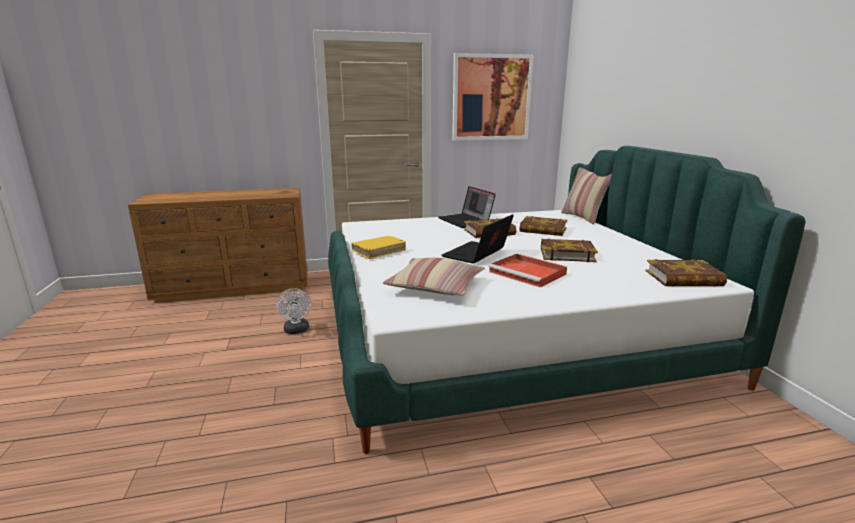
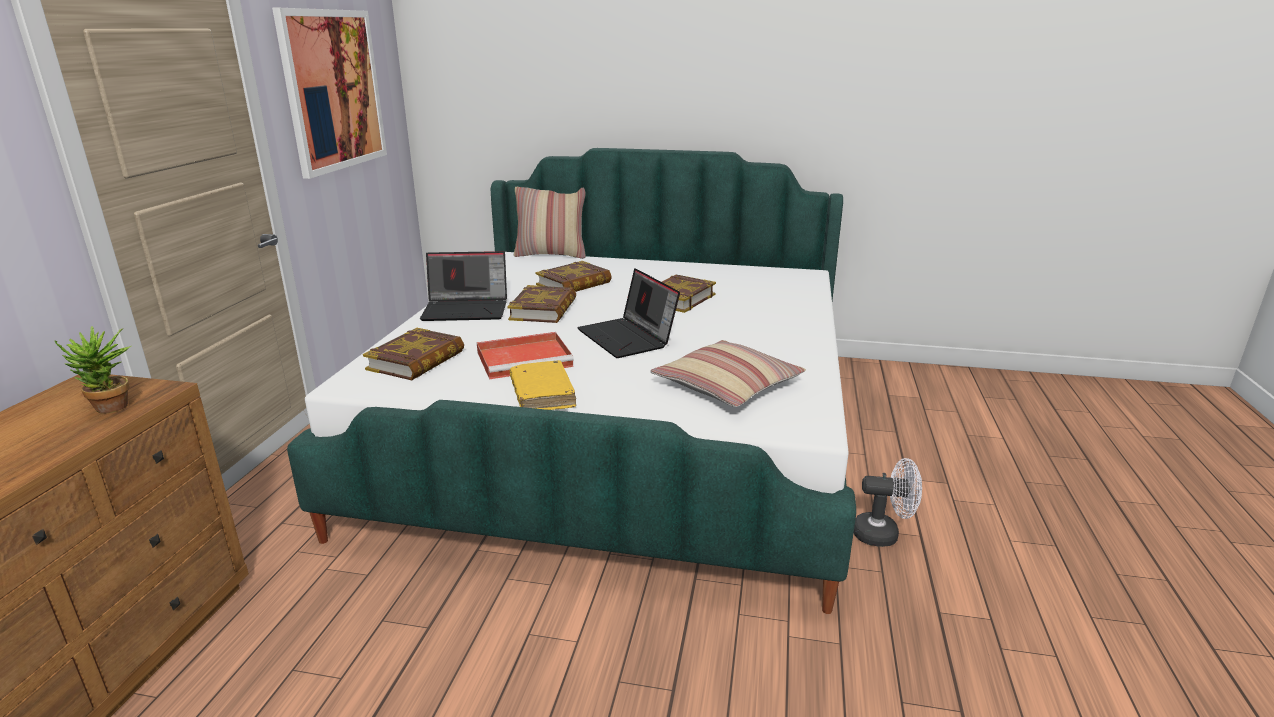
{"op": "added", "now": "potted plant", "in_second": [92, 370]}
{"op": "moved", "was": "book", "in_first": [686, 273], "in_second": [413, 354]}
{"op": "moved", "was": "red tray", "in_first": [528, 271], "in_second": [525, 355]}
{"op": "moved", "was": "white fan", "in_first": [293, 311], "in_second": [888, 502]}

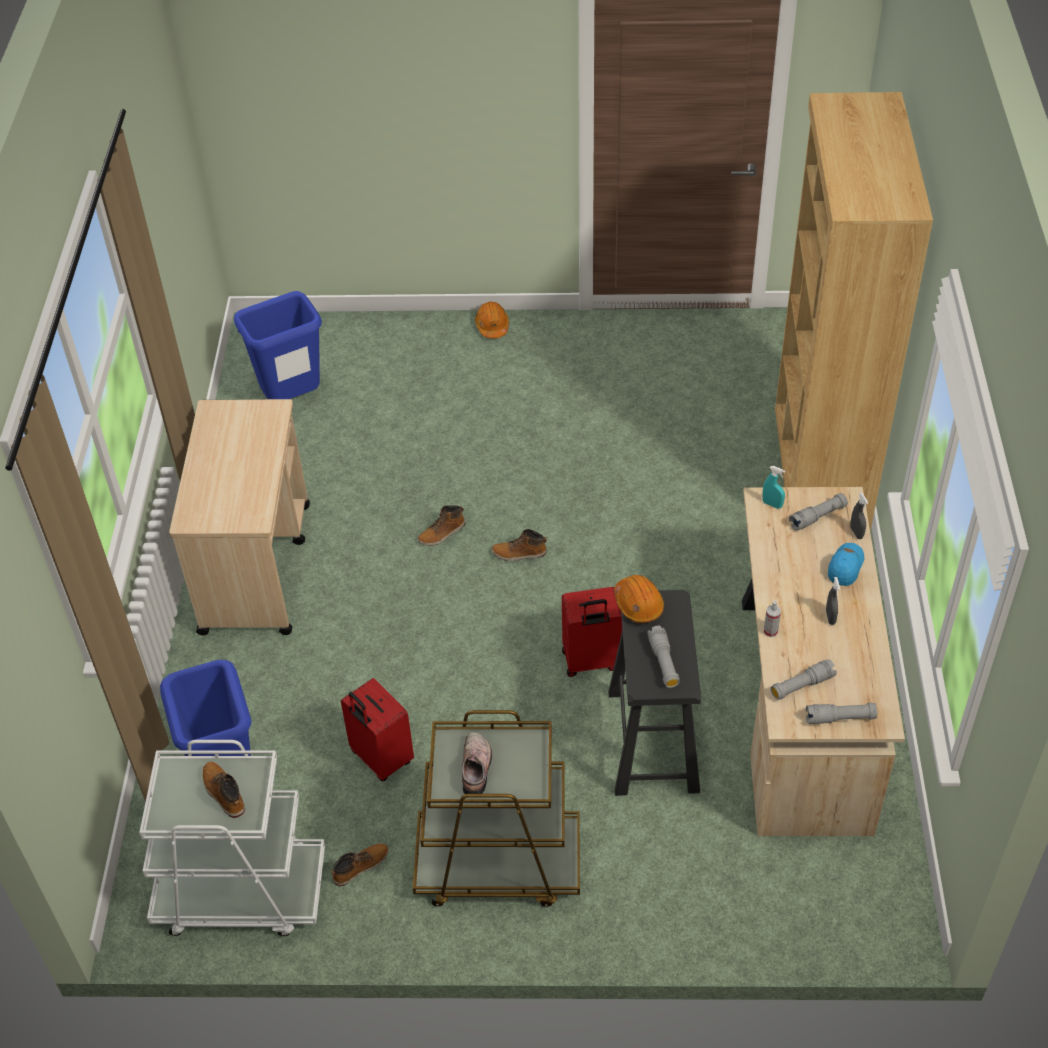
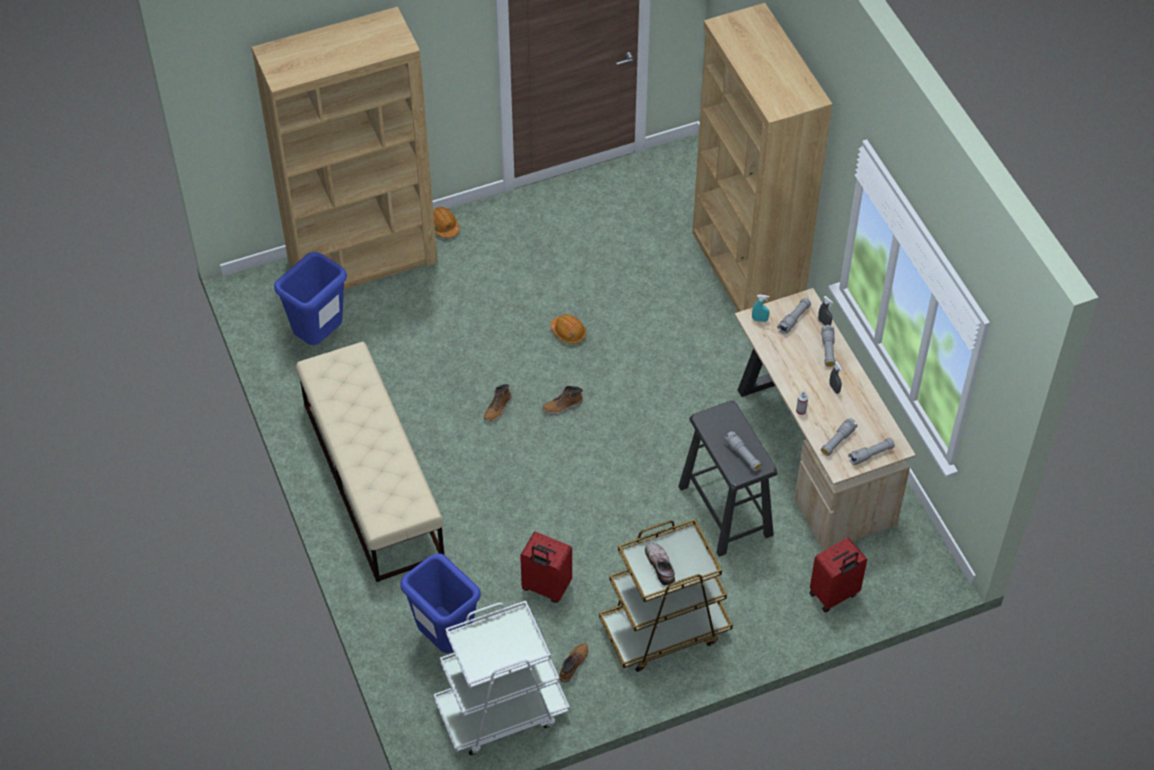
{"op": "added", "now": "brown bookcase", "in_second": [345, 148]}
{"op": "replaced", "was": "beige cart", "now": "beige bench", "in_first": [239, 517], "in_second": [370, 462]}
{"op": "moved", "was": "orange hard hat", "in_first": [639, 599], "in_second": [568, 329]}
{"op": "moved", "was": "red suitcase", "in_first": [592, 632], "in_second": [838, 575]}
{"op": "replaced", "was": "blue cap", "now": "grey flashlight", "in_first": [846, 564], "in_second": [828, 346]}
{"op": "removed", "was": "boot", "in_first": [223, 790]}

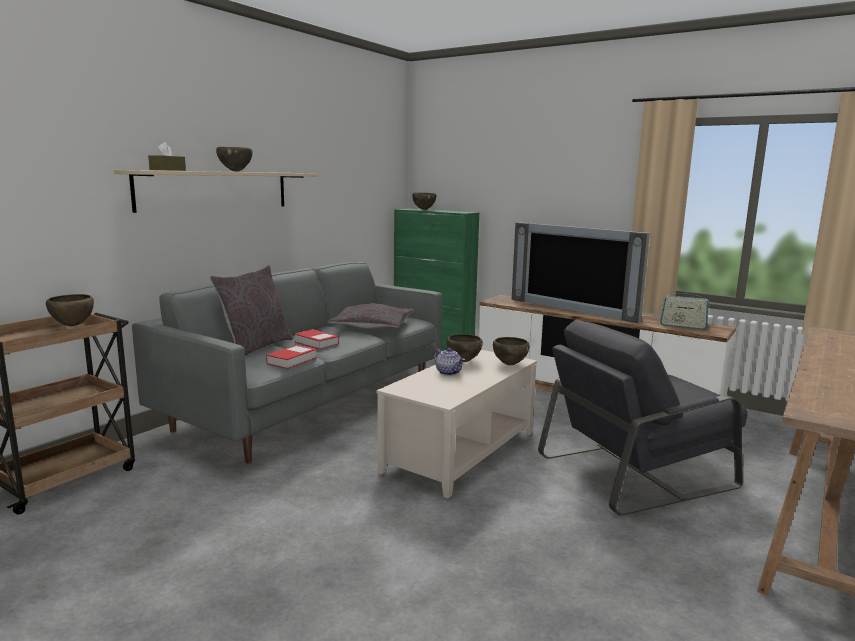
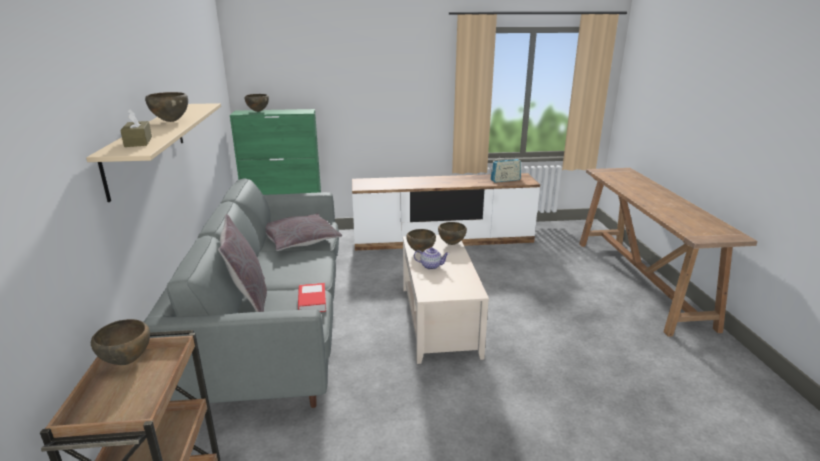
{"op": "removed", "was": "book", "in_first": [316, 339]}
{"op": "removed", "was": "television", "in_first": [581, 272]}
{"op": "removed", "was": "grey armchair", "in_first": [643, 417]}

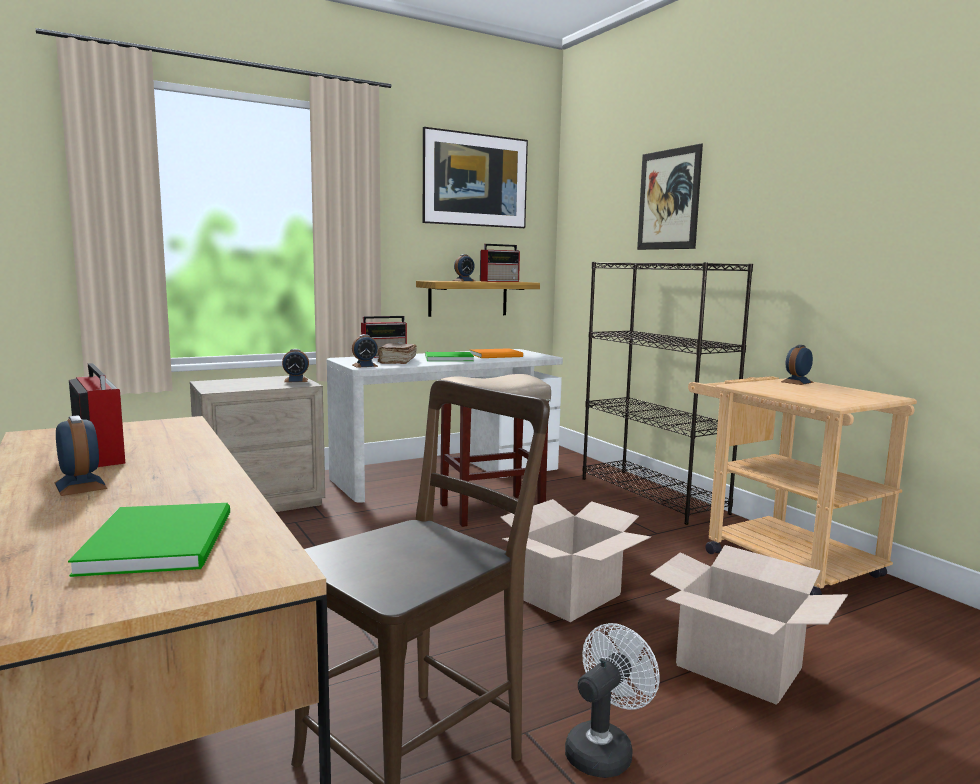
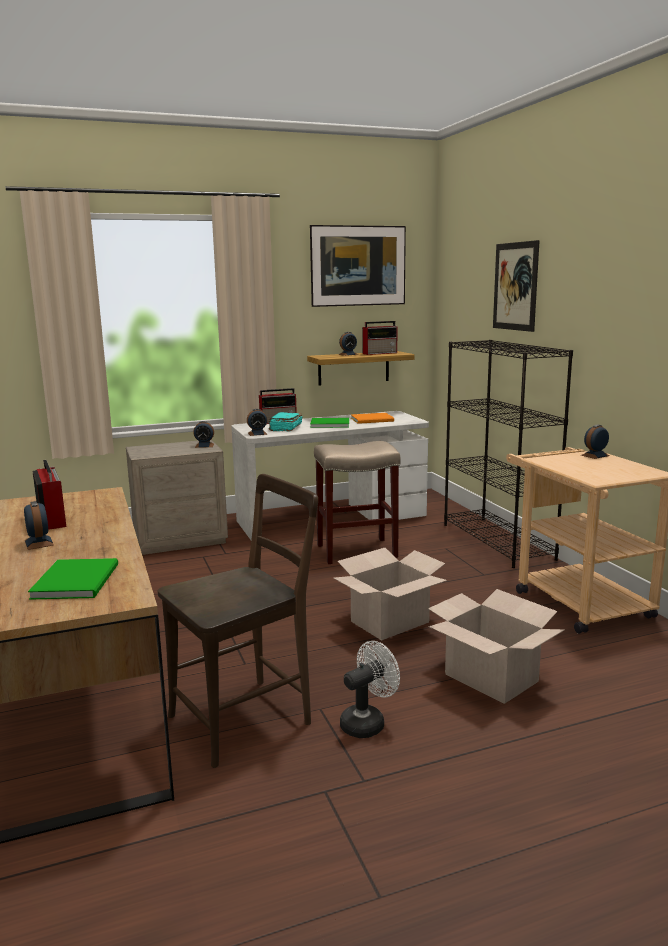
{"op": "recoloured", "was": "brown book", "now": "turquoise book", "in_first": [397, 353], "in_second": [285, 422]}

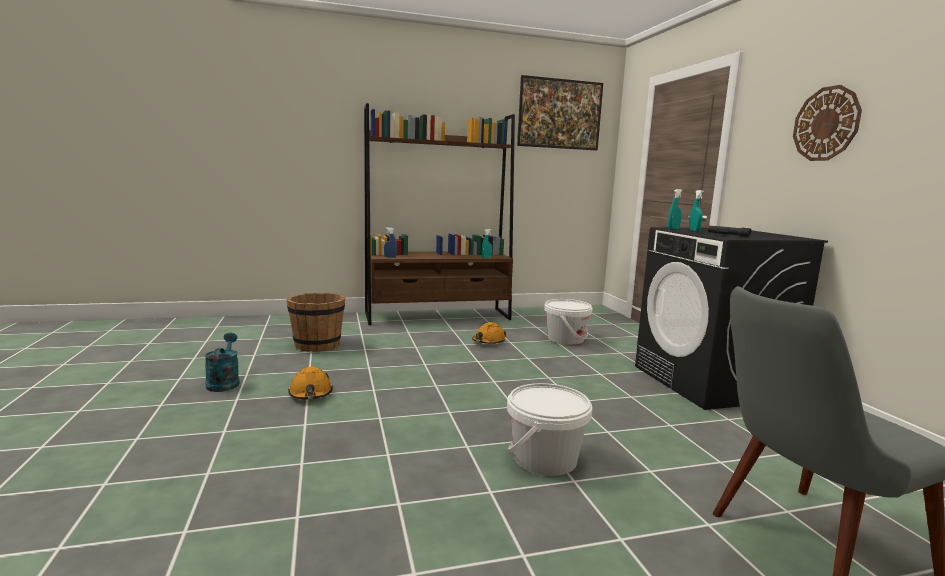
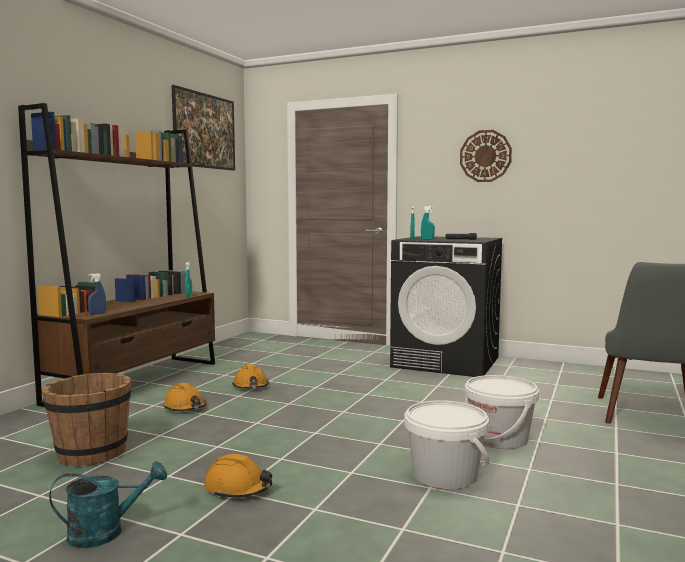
{"op": "turned", "was": "turquoise watering can", "in_first": [222, 362], "in_second": [108, 504], "clockwise": 135}
{"op": "added", "now": "orange hard hat", "in_second": [185, 397]}
{"op": "moved", "was": "white bucket", "in_first": [568, 322], "in_second": [447, 445]}

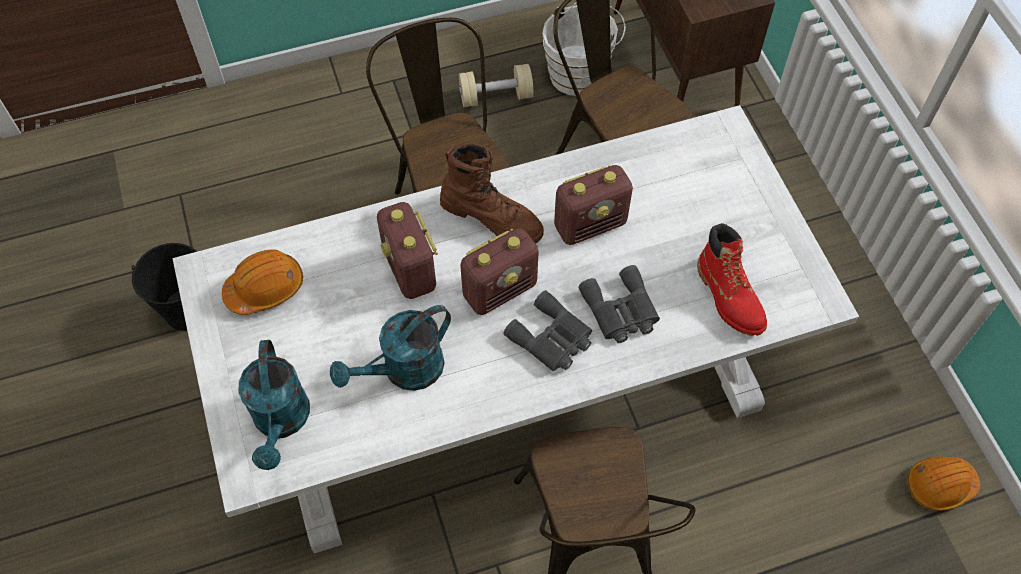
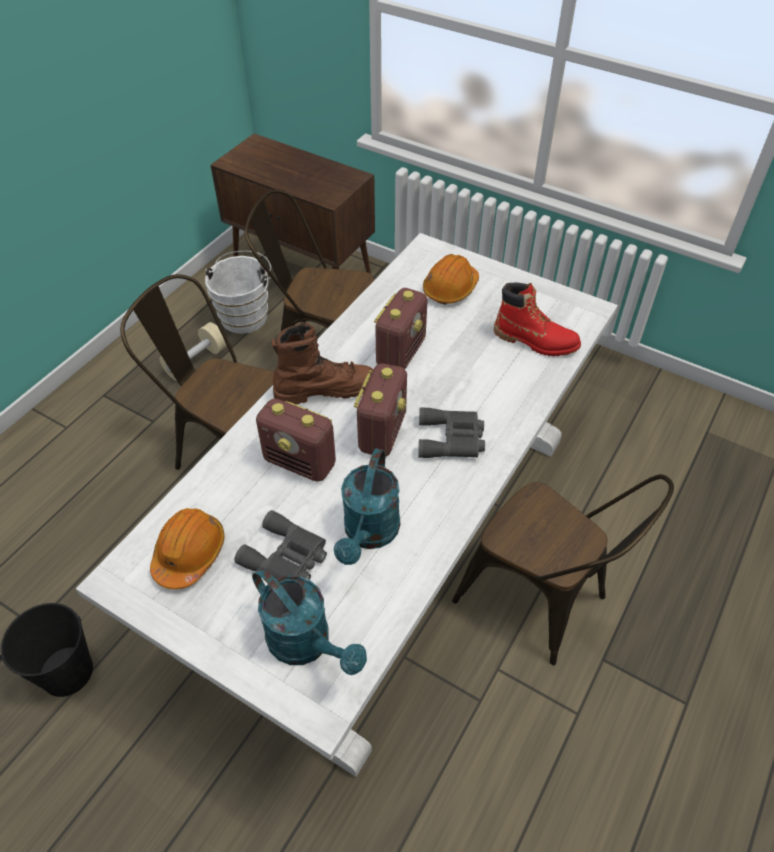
{"op": "moved", "was": "grey binoculars", "in_first": [619, 304], "in_second": [280, 545]}
{"op": "moved", "was": "orange hard hat", "in_first": [943, 483], "in_second": [451, 279]}

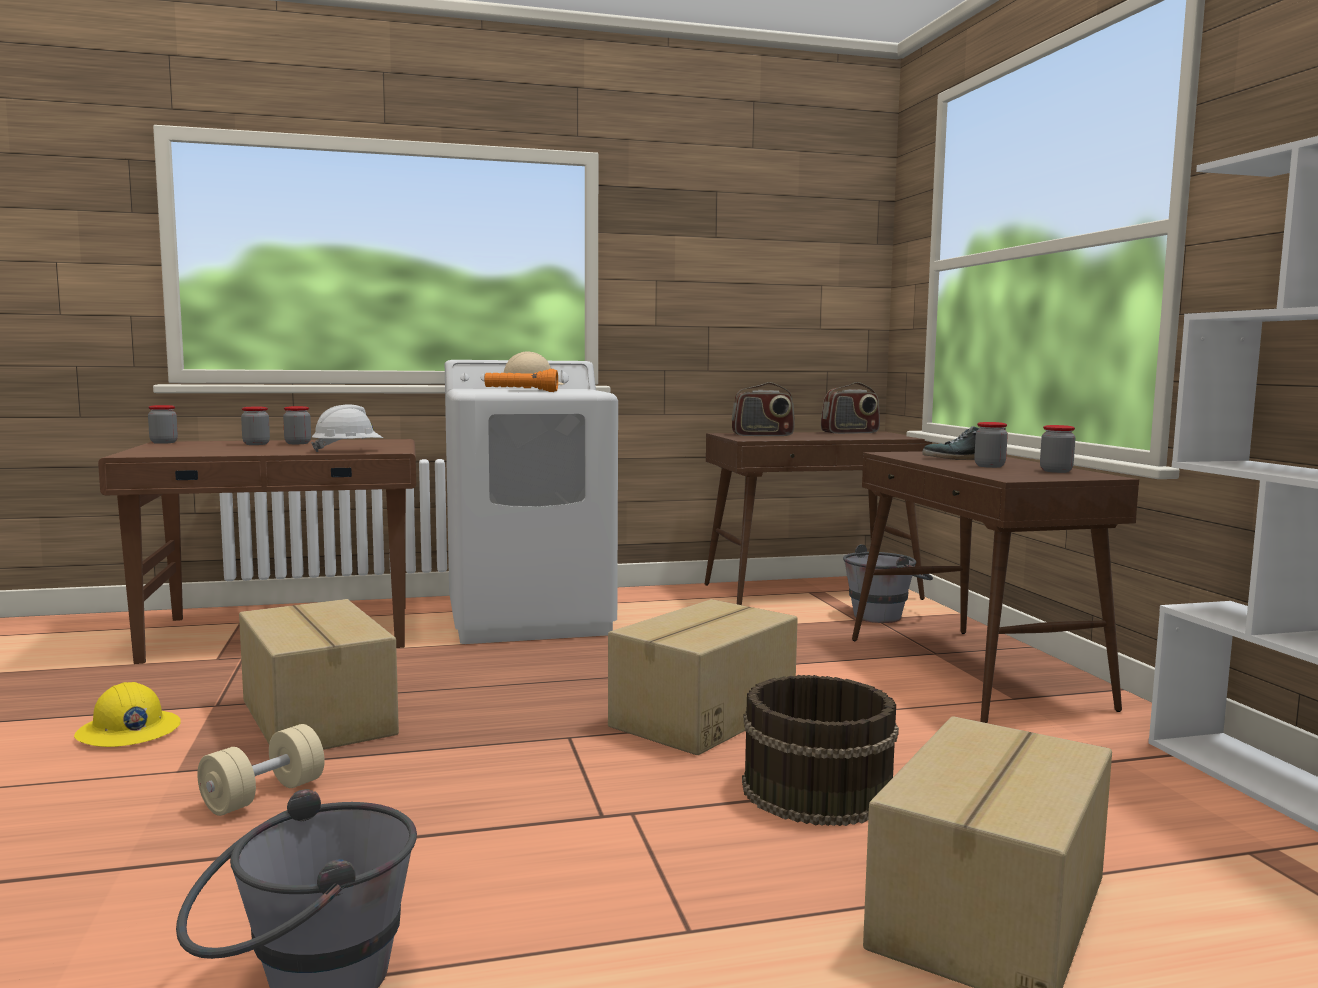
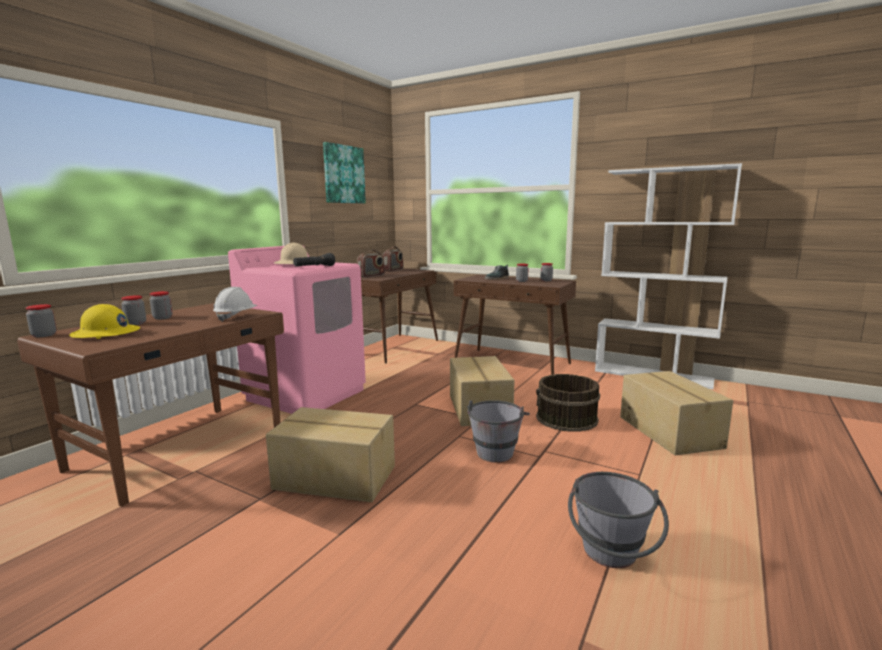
{"op": "moved", "was": "yellow hard hat", "in_first": [127, 714], "in_second": [104, 321]}
{"op": "recoloured", "was": "white washing machine", "now": "pink washing machine", "in_first": [531, 502], "in_second": [297, 329]}
{"op": "recoloured", "was": "orange flashlight", "now": "black flashlight", "in_first": [521, 380], "in_second": [314, 259]}
{"op": "added", "now": "picture", "in_second": [344, 172]}
{"op": "moved", "was": "grey bucket", "in_first": [888, 583], "in_second": [498, 431]}
{"op": "removed", "was": "beige dumbbell", "in_first": [261, 770]}

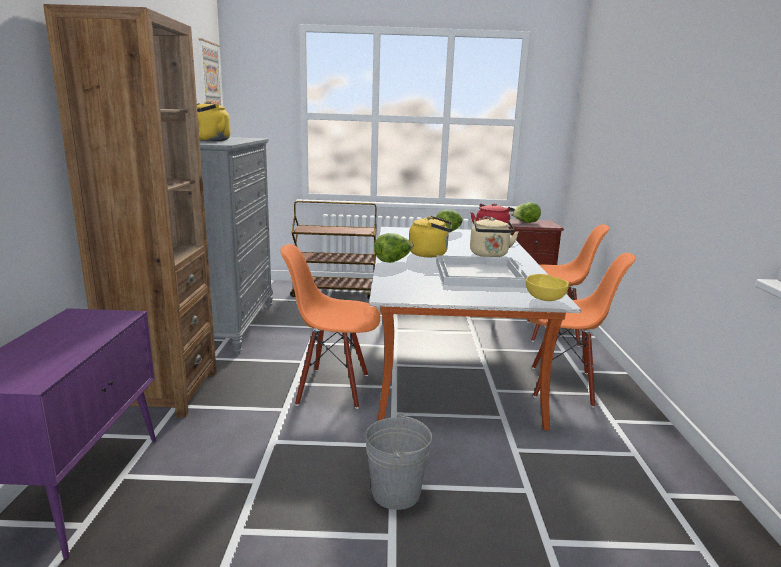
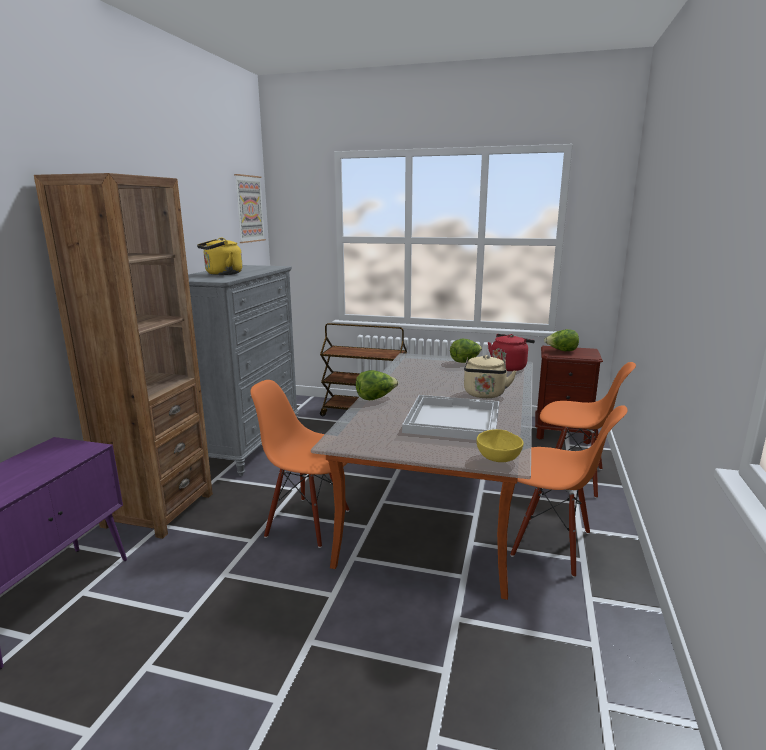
{"op": "removed", "was": "grey bucket", "in_first": [399, 461]}
{"op": "removed", "was": "yellow kettle", "in_first": [430, 236]}

